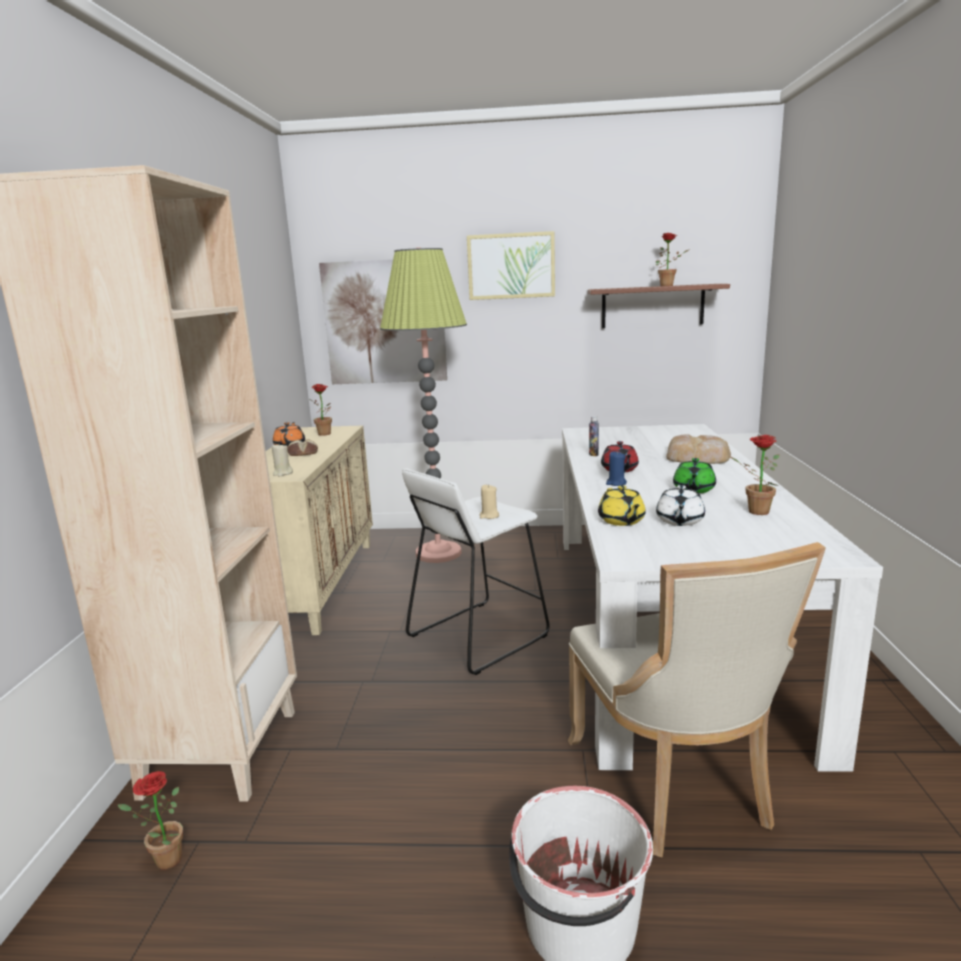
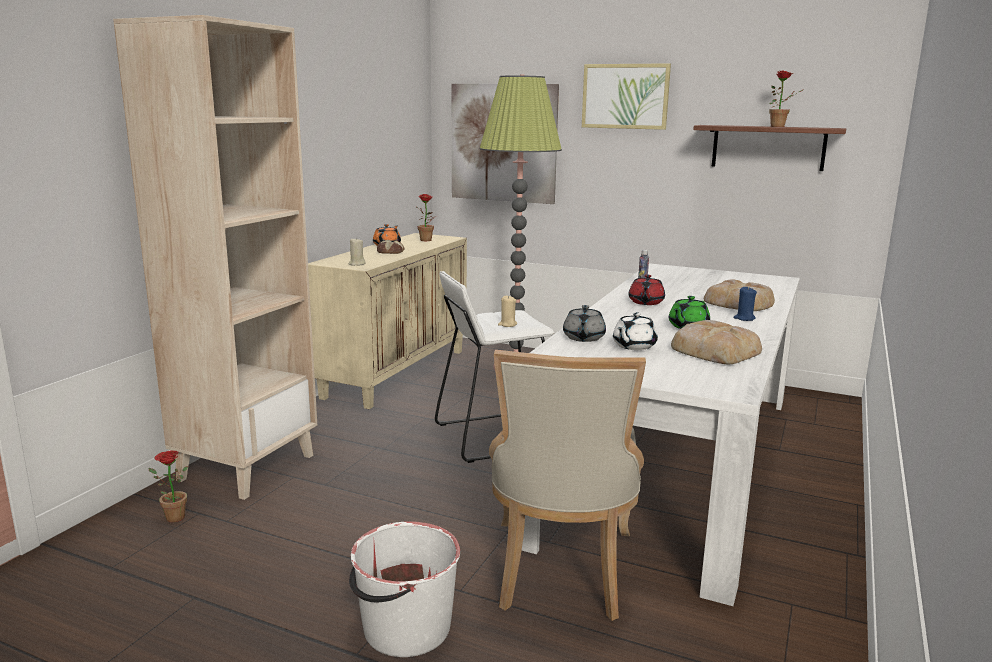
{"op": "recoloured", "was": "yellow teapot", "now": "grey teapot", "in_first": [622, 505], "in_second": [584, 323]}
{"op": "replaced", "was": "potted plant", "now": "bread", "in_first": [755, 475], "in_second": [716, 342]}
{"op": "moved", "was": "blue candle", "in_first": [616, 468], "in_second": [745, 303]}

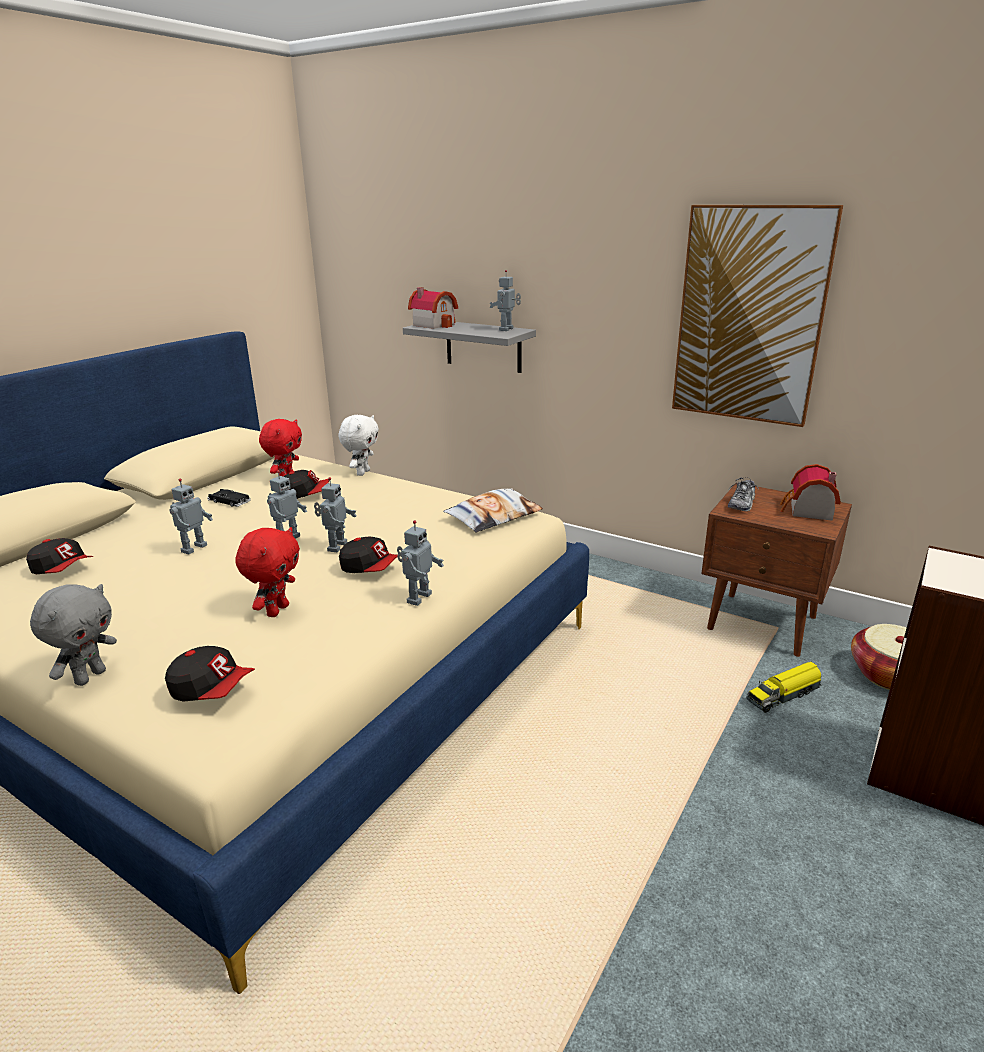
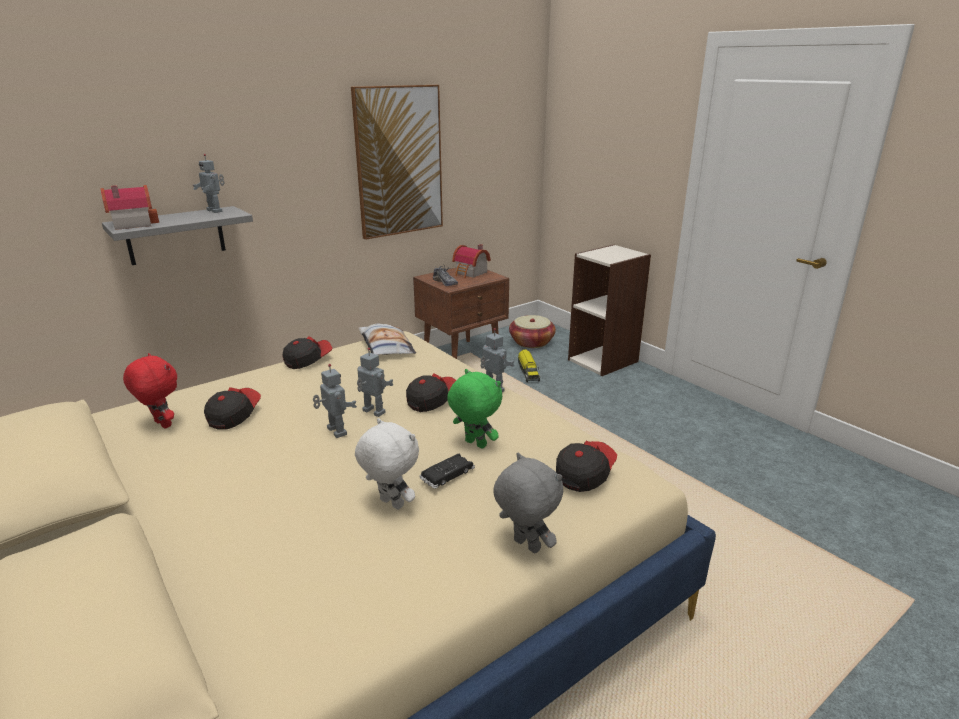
{"op": "moved", "was": "cap", "in_first": [59, 556], "in_second": [307, 352]}
{"op": "moved", "was": "white plush toy", "in_first": [359, 445], "in_second": [387, 464]}
{"op": "moved", "was": "black toy car", "in_first": [229, 498], "in_second": [447, 471]}
{"op": "recoloured", "was": "red plush toy", "now": "green plush toy", "in_first": [268, 572], "in_second": [474, 409]}
{"op": "removed", "was": "toy robot", "in_first": [191, 517]}

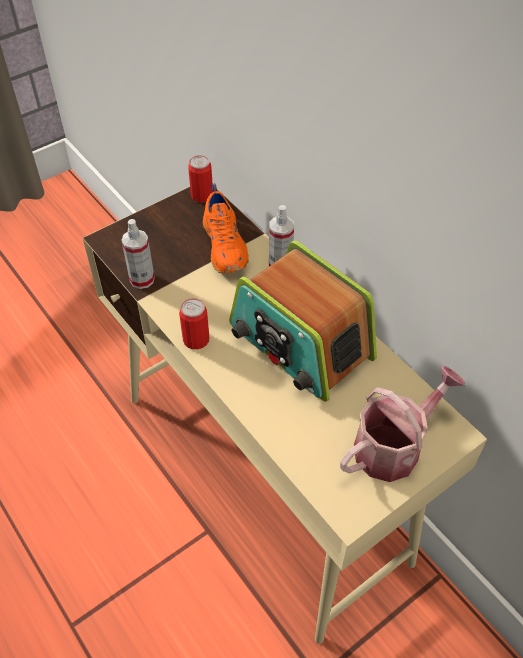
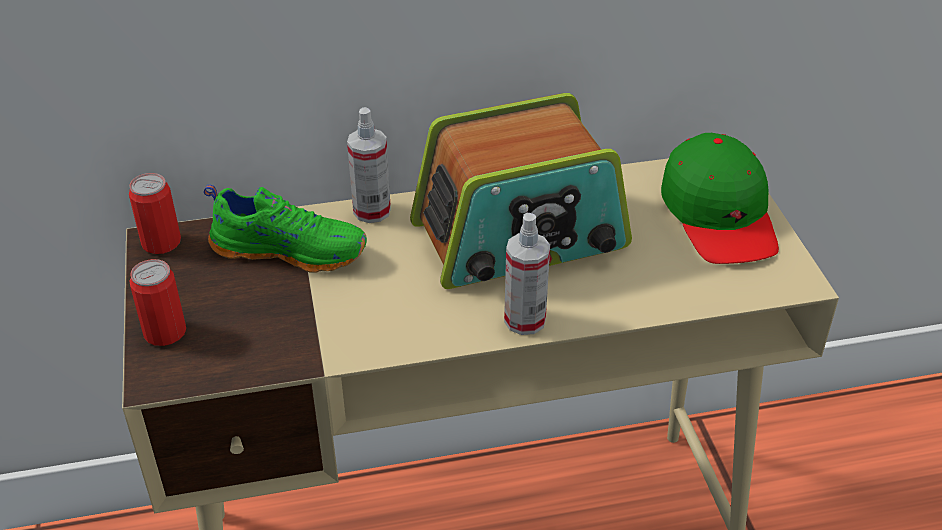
{"op": "moved", "was": "can", "in_first": [194, 323], "in_second": [157, 302]}
{"op": "recoloured", "was": "orange shoe", "now": "green shoe", "in_first": [226, 228], "in_second": [285, 229]}
{"op": "moved", "was": "spray bottle", "in_first": [138, 254], "in_second": [527, 274]}
{"op": "replaced", "was": "watering can", "now": "green cap", "in_first": [402, 423], "in_second": [720, 198]}

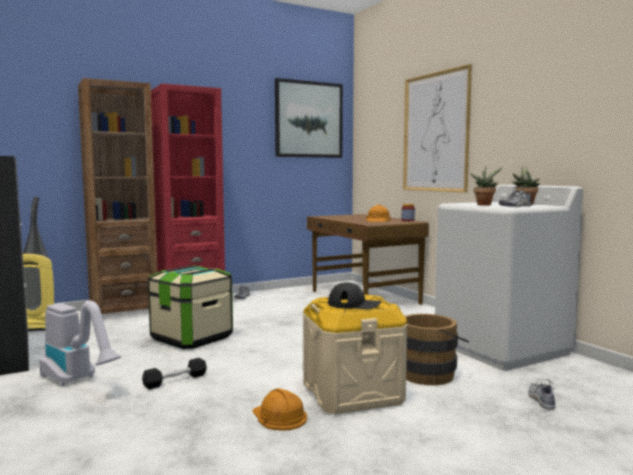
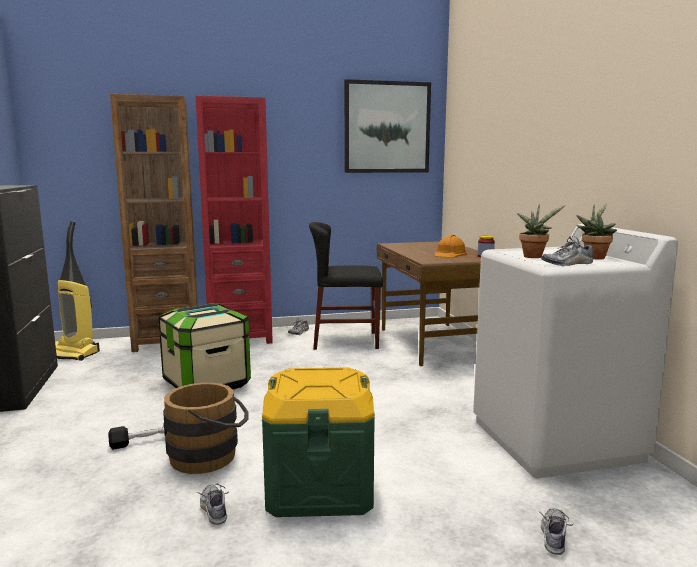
{"op": "moved", "was": "brown bucket", "in_first": [437, 349], "in_second": [205, 428]}
{"op": "replaced", "was": "orange hard hat", "now": "shoe", "in_first": [279, 409], "in_second": [213, 504]}
{"op": "recoloured", "was": "beige storage box", "now": "green storage box", "in_first": [355, 354], "in_second": [318, 442]}
{"op": "added", "now": "black chair", "in_second": [346, 286]}
{"op": "removed", "was": "vacuum cleaner", "in_first": [80, 343]}
{"op": "removed", "was": "black cap", "in_first": [354, 296]}
{"op": "removed", "was": "picture", "in_first": [437, 128]}

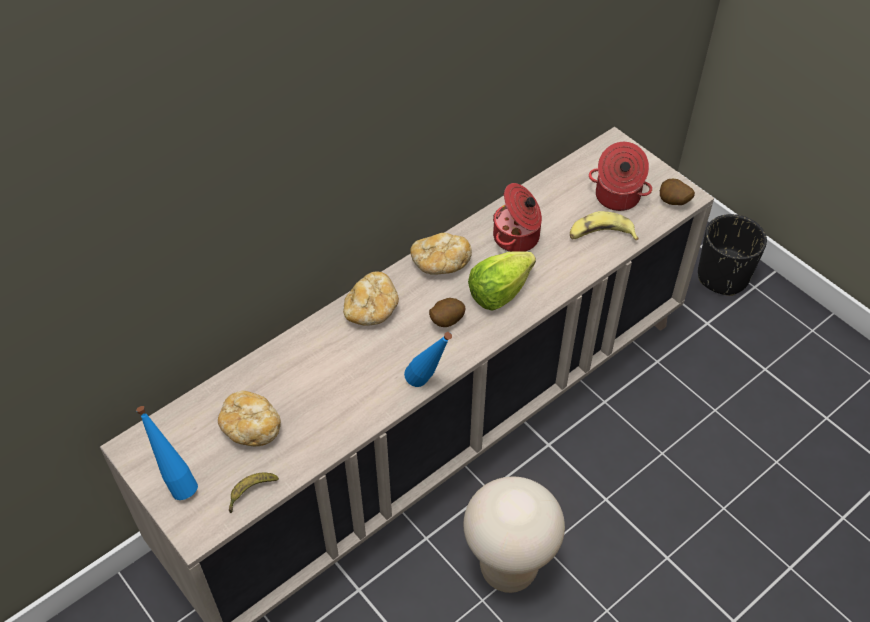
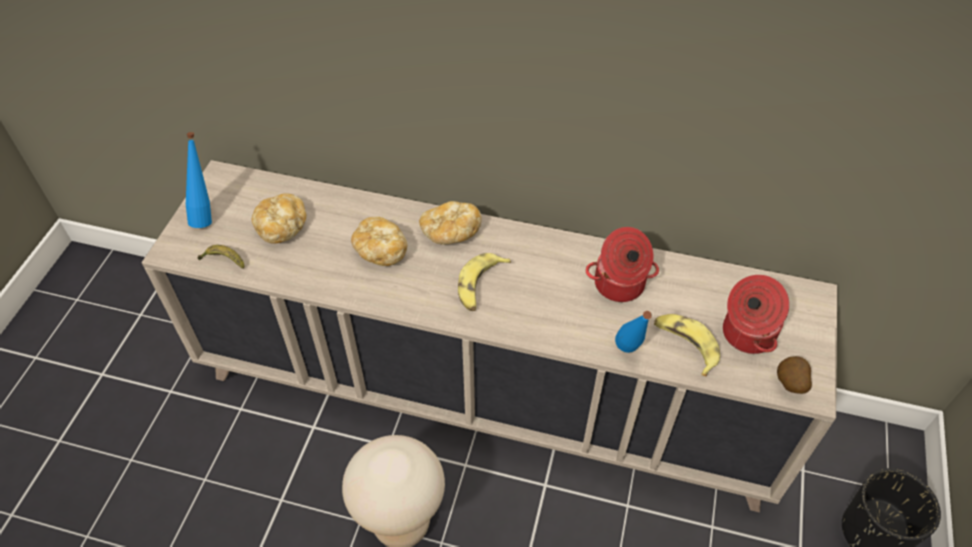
{"op": "moved", "was": "bread", "in_first": [441, 254], "in_second": [379, 241]}
{"op": "replaced", "was": "potato", "now": "banana", "in_first": [447, 312], "in_second": [484, 282]}
{"op": "moved", "was": "blue bottle", "in_first": [428, 359], "in_second": [633, 332]}
{"op": "removed", "was": "lettuce", "in_first": [502, 281]}

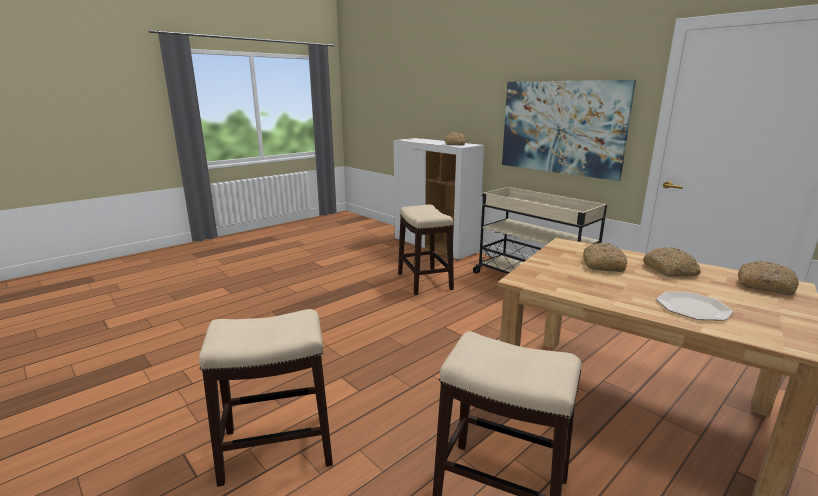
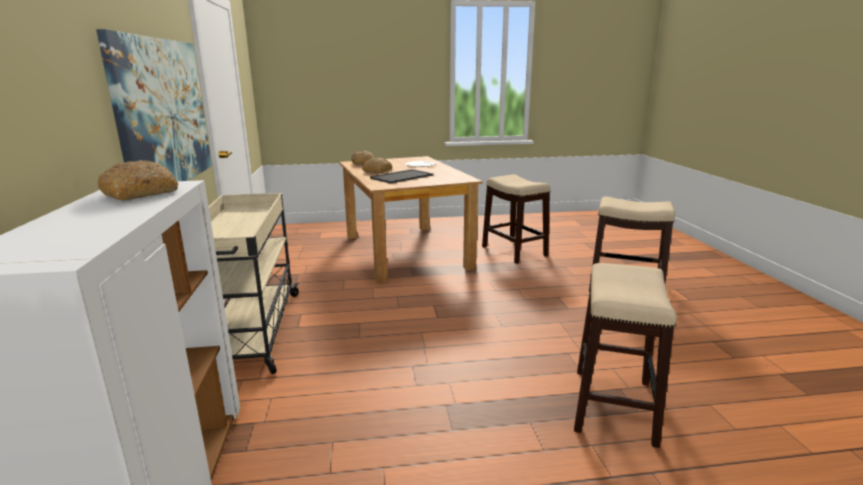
{"op": "replaced", "was": "bread", "now": "tray", "in_first": [605, 257], "in_second": [401, 176]}
{"op": "moved", "was": "stool", "in_first": [426, 250], "in_second": [625, 355]}

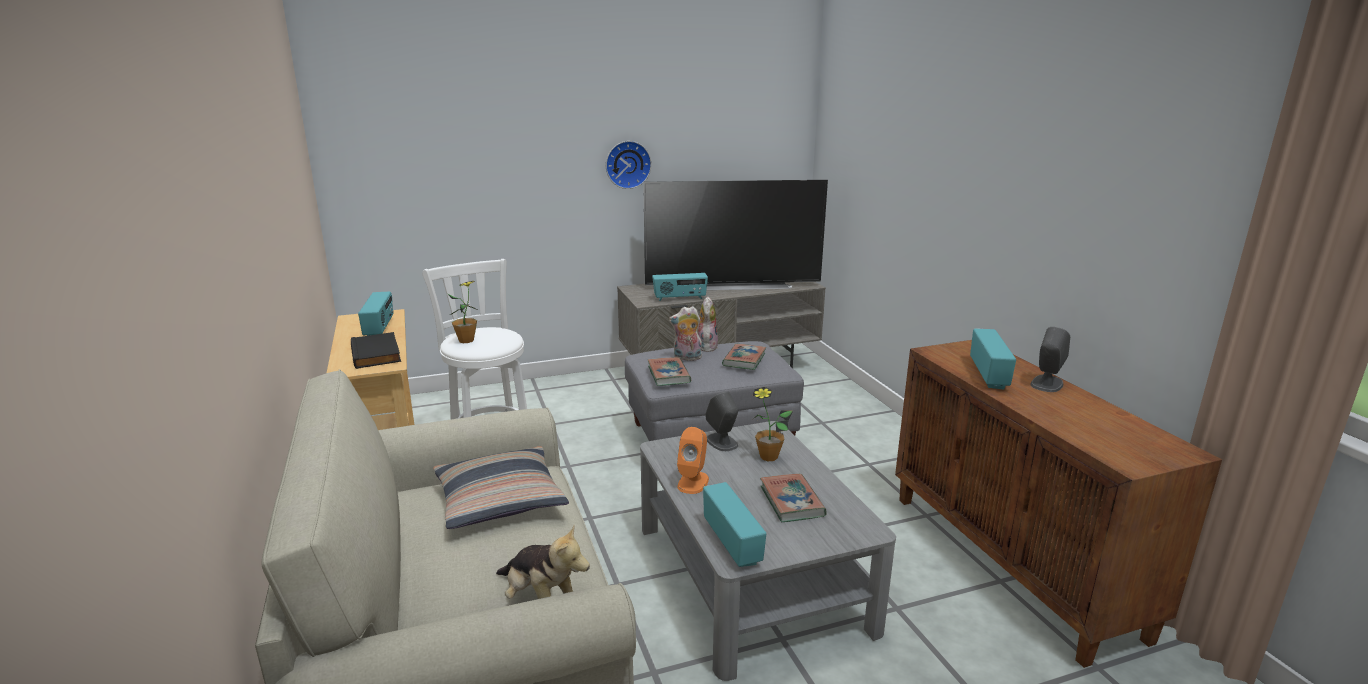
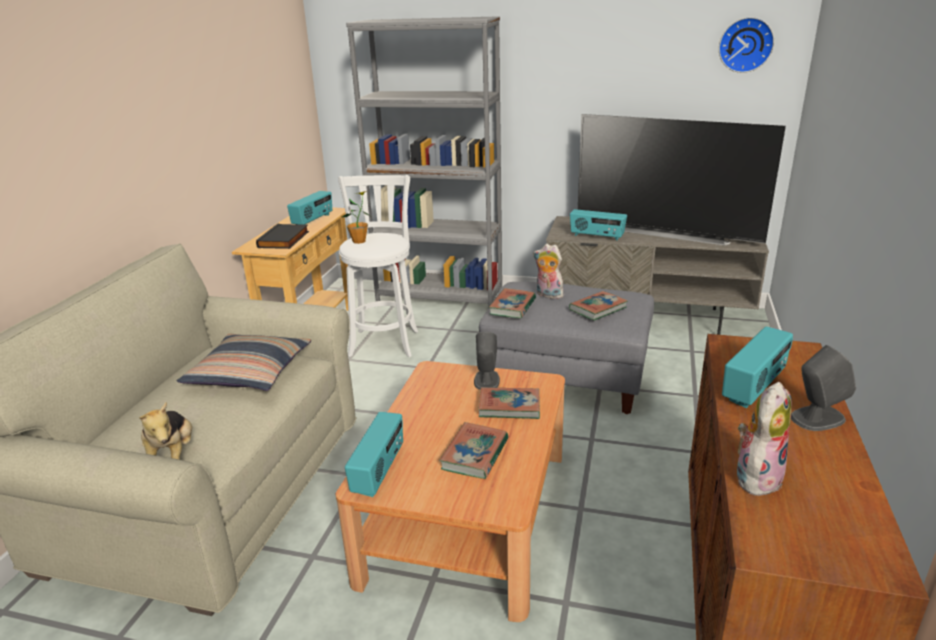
{"op": "recoloured", "was": "grey coffee table", "now": "brown coffee table", "in_first": [768, 551], "in_second": [450, 491]}
{"op": "added", "now": "grey bookcase", "in_second": [424, 162]}
{"op": "replaced", "was": "potted plant", "now": "book", "in_first": [773, 424], "in_second": [509, 403]}
{"op": "moved", "was": "wall clock", "in_first": [629, 165], "in_second": [746, 45]}
{"op": "moved", "was": "plush toy", "in_first": [707, 324], "in_second": [764, 439]}
{"op": "removed", "was": "orange speaker", "in_first": [693, 460]}

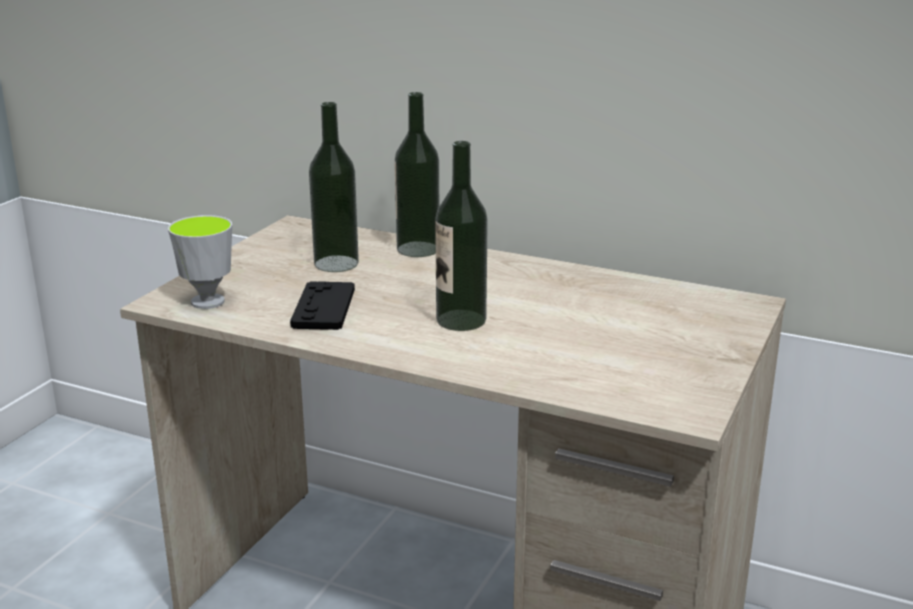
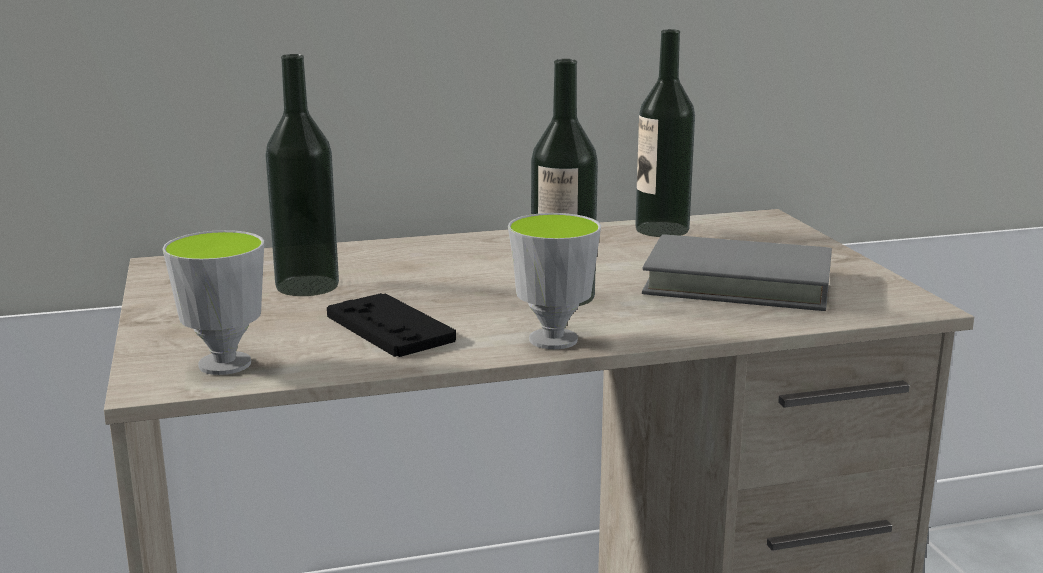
{"op": "added", "now": "cup", "in_second": [554, 281]}
{"op": "moved", "was": "bottle", "in_first": [416, 174], "in_second": [665, 133]}
{"op": "added", "now": "grey book", "in_second": [737, 272]}

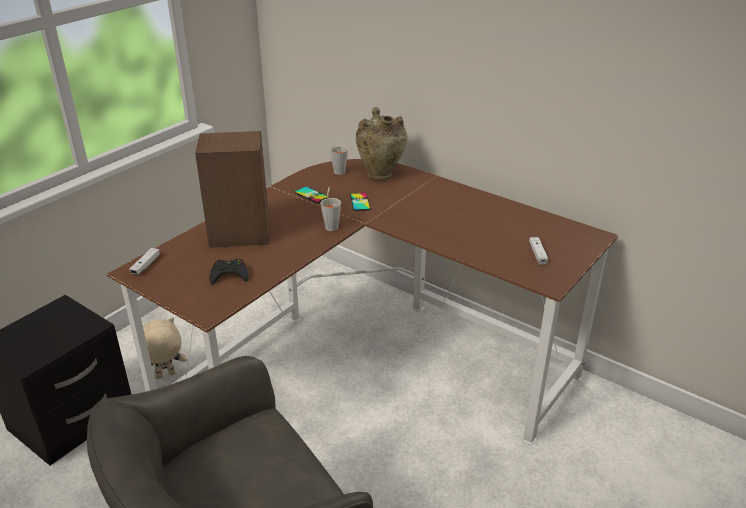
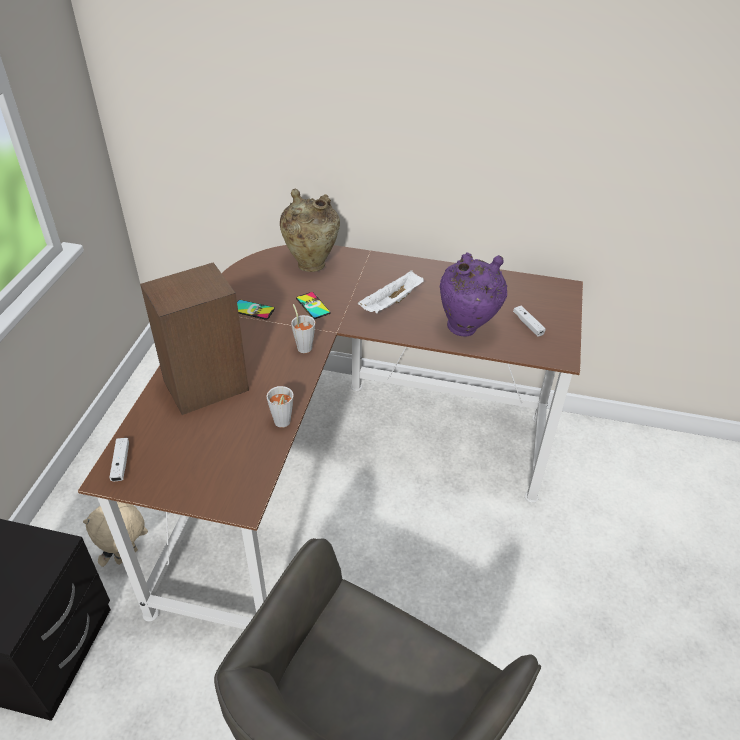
{"op": "moved", "was": "grey cup", "in_first": [339, 160], "in_second": [280, 406]}
{"op": "added", "now": "white tray", "in_second": [391, 291]}
{"op": "added", "now": "purple vase", "in_second": [473, 294]}
{"op": "removed", "was": "black game controller", "in_first": [229, 272]}

